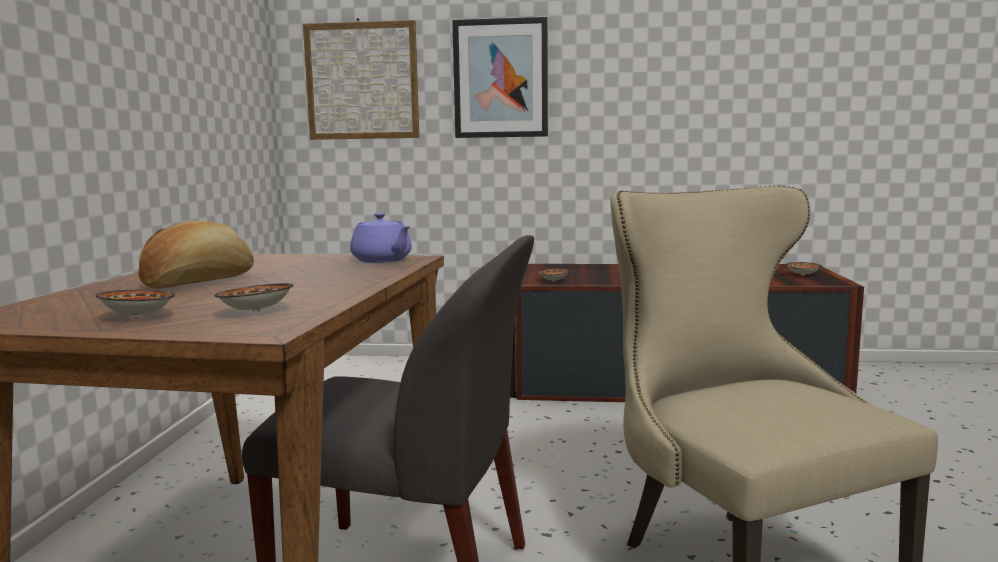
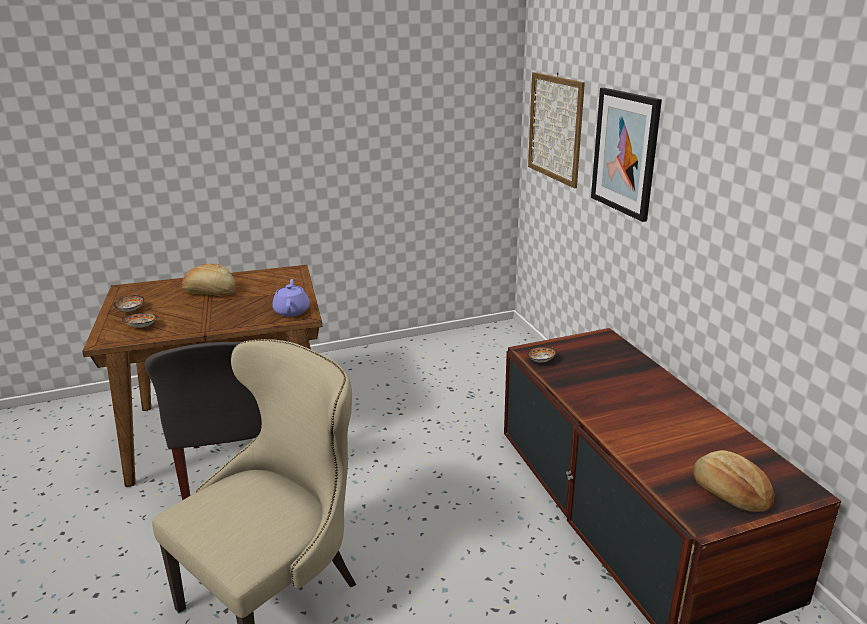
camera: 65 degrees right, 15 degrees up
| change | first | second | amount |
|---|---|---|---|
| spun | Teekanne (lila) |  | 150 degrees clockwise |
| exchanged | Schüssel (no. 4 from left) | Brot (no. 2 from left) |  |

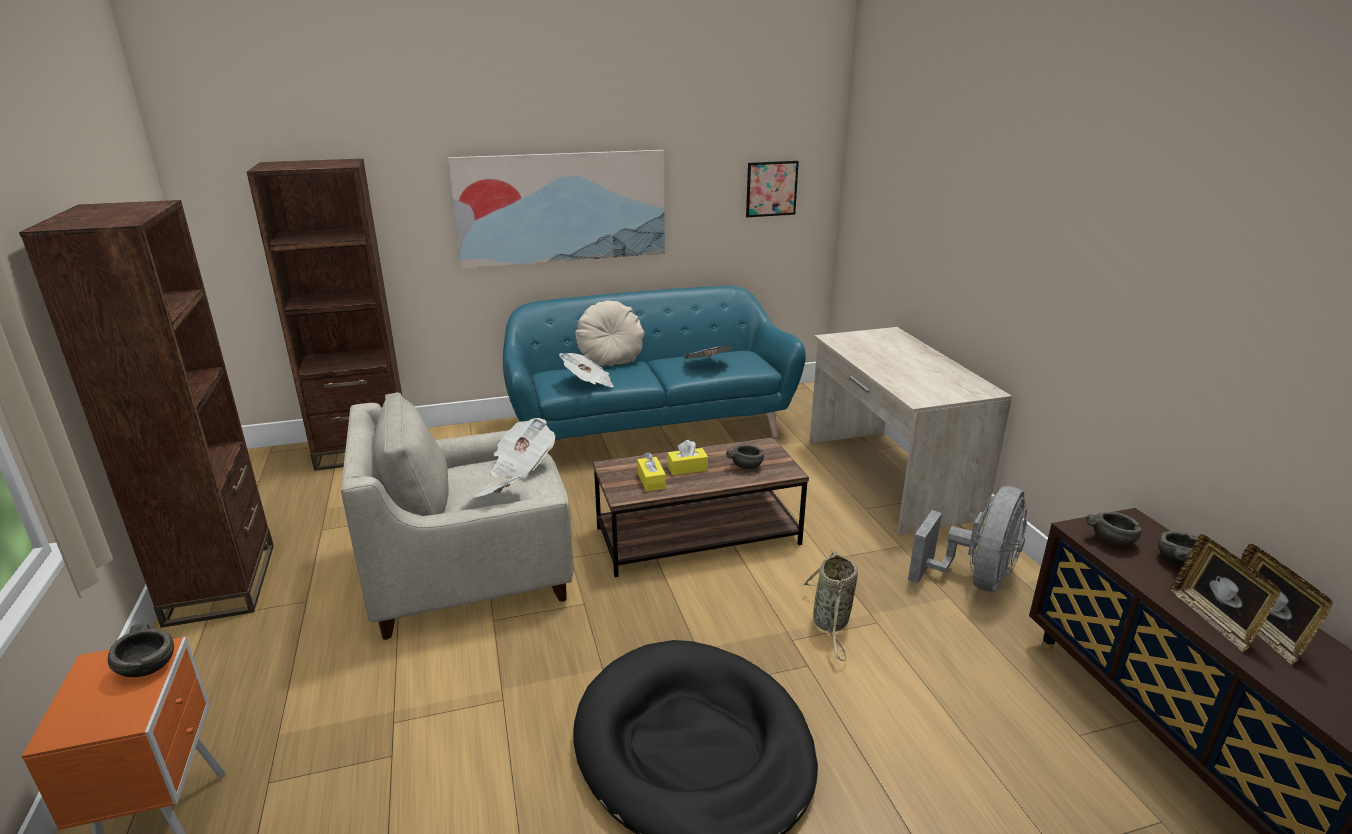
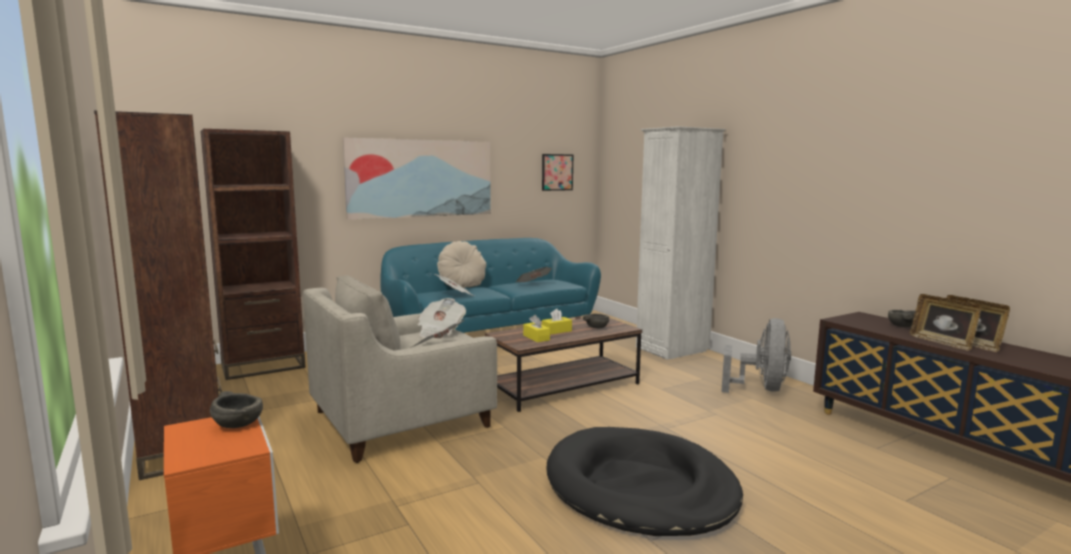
camera: 15 degrees left, 15 degrees down
| change | first | second | amount |
|---|---|---|---|
| exchanged | Schreibtisch (beige) | Schrank (weiß) |  |
| missing | Korb |  |  |
| missing | Schüssel (grau) (no. 3 from left) |  |  |

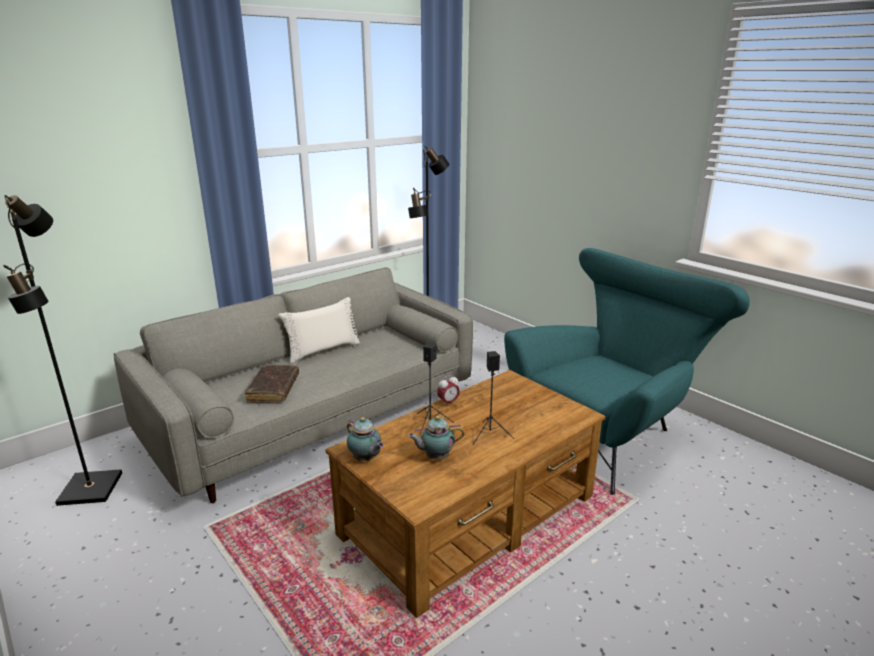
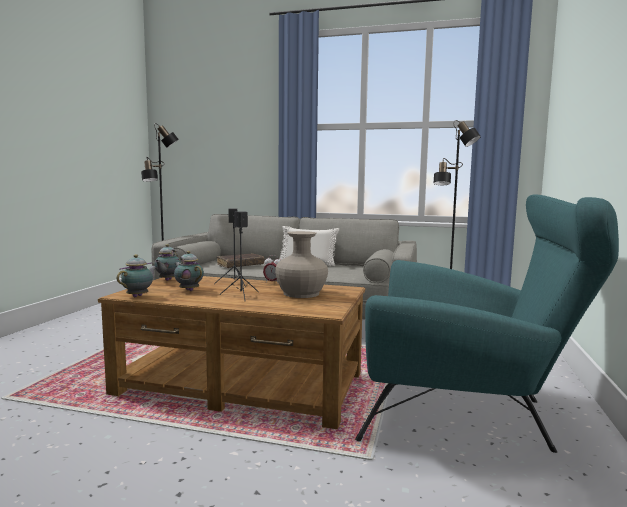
camera: 55 degrees right, 15 degrees down
| change | first | second | amount |
|---|---|---|---|
| appeared |  | Teekanne (no. 1 from left) |  |
| appeared |  | Vase (beige) |  |

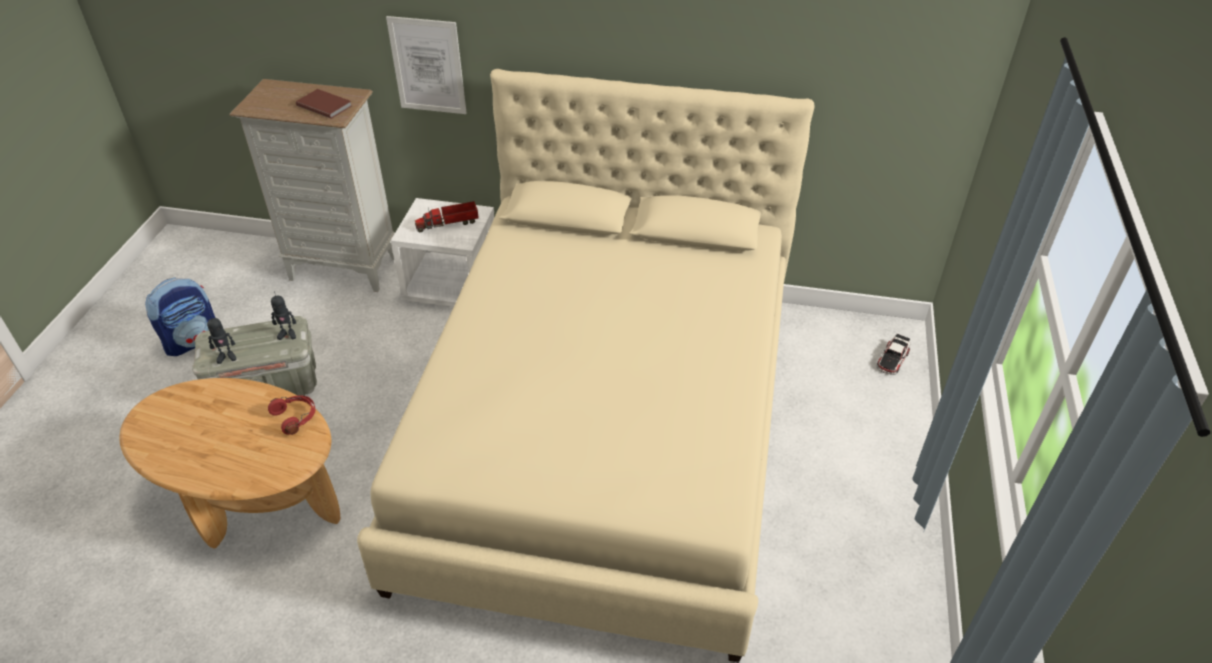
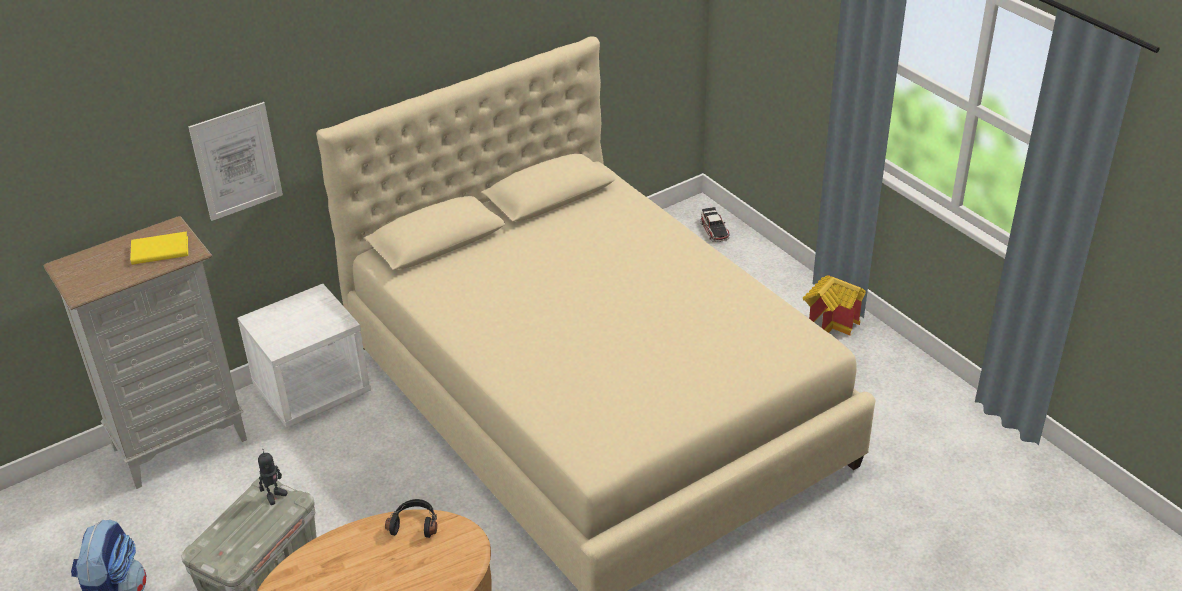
camera: 45 degrees left, 5 degrees down
| change | first | second | amount |
|---|---|---|---|
| colour | Buch (braun) | Buch (gelb) |  |
| colour | Kopfhörer (rot) | Kopfhörer (schwarz) |  |
| appeared |  | Spielzeughaus |  |
| missing | Spielzeugroboter (no. 1 from left) |  |  |
| missing | Spielzeuglaster |  |  |

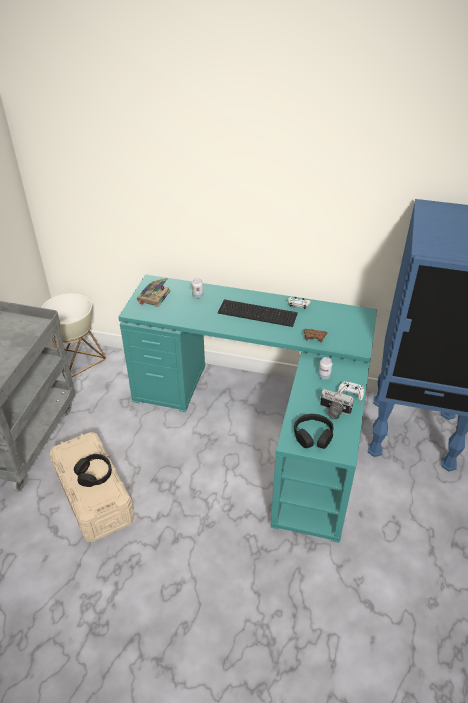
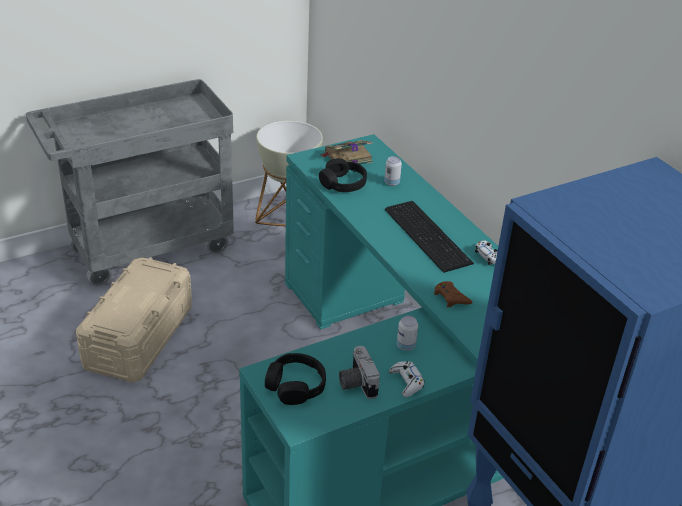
camera: 45 degrees right, 5 degrees down
| change | first | second | amount |
|---|---|---|---|
| relocated | Kopfhörer (schwarz) (no. 1 from left in the first image) | Kopfhörer (schwarz) (no. 2 from left) |  |

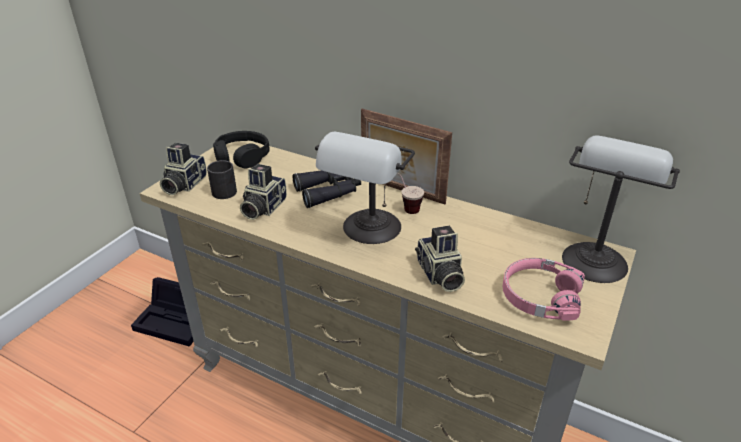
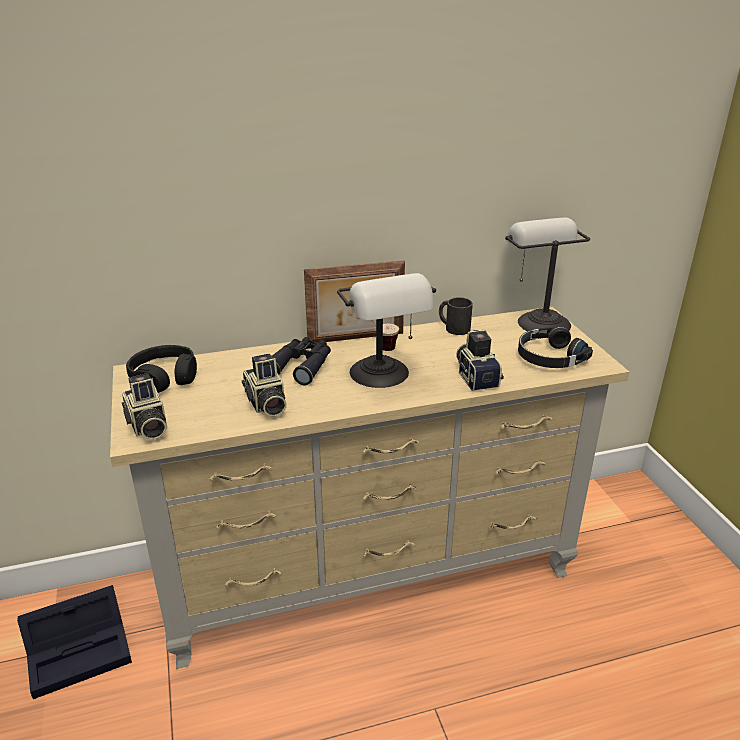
camera: 45 degrees left, 5 degrees down
| change | first | second | amount |
|---|---|---|---|
| relocated | Henkelbecher (schwarz) |  |  |
| spun | Kamera (no. 3 from left) |  | 135 degrees counterclockwise |
| colour | Kopfhörer (rosa) | Kopfhörer (schwarz) (no. 2 from left) |  |

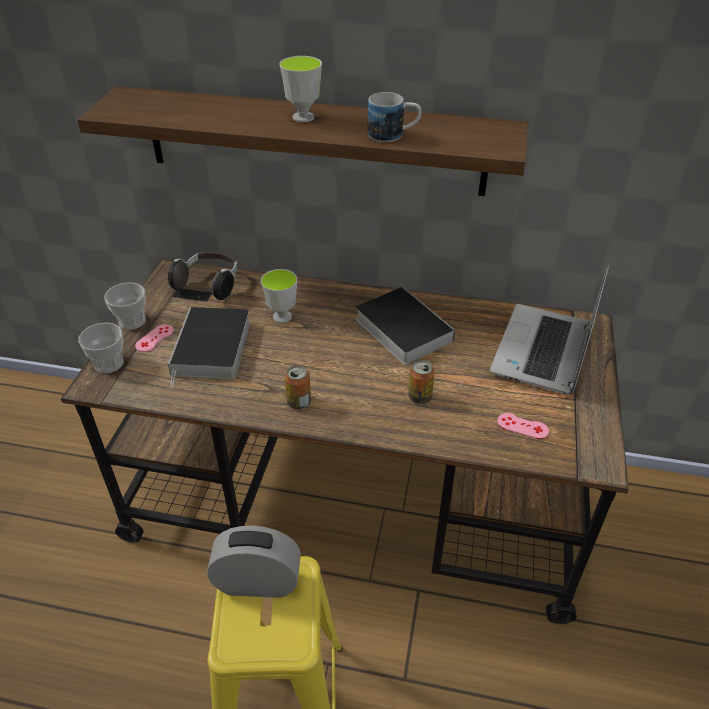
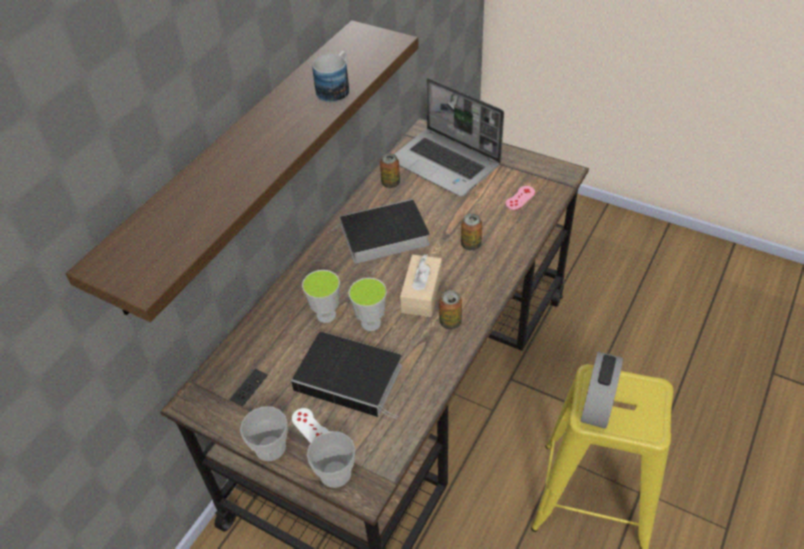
camera: 70 degrees left, 5 degrees up
| change | first | second | amount |
|---|---|---|---|
| colour | Gamepad (rosa) (no. 1 from left) | Gamepad (weiß) |  |
| relocated | Tasse (no. 4 from left) |  |  |
| appeared |  | Dose (no. 1 from left) |  |
| appeared |  | Taschentuchbox (beige) |  |
| missing | Kopfhörer |  |  |

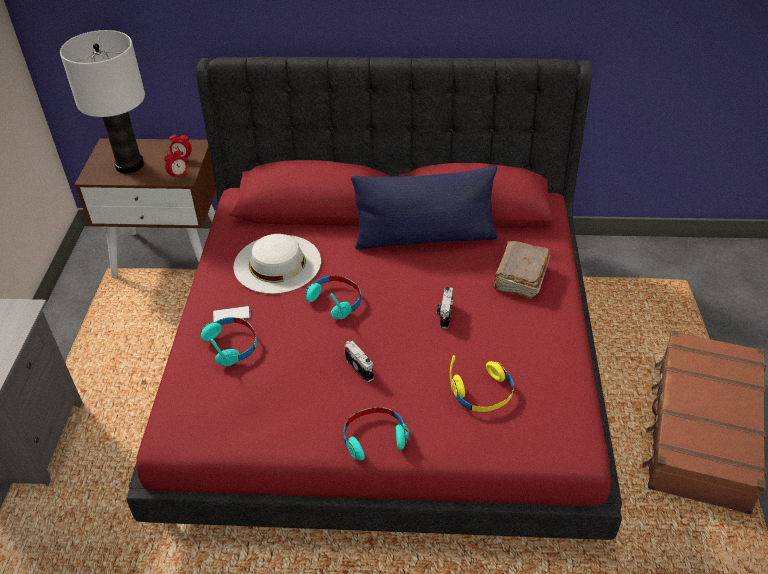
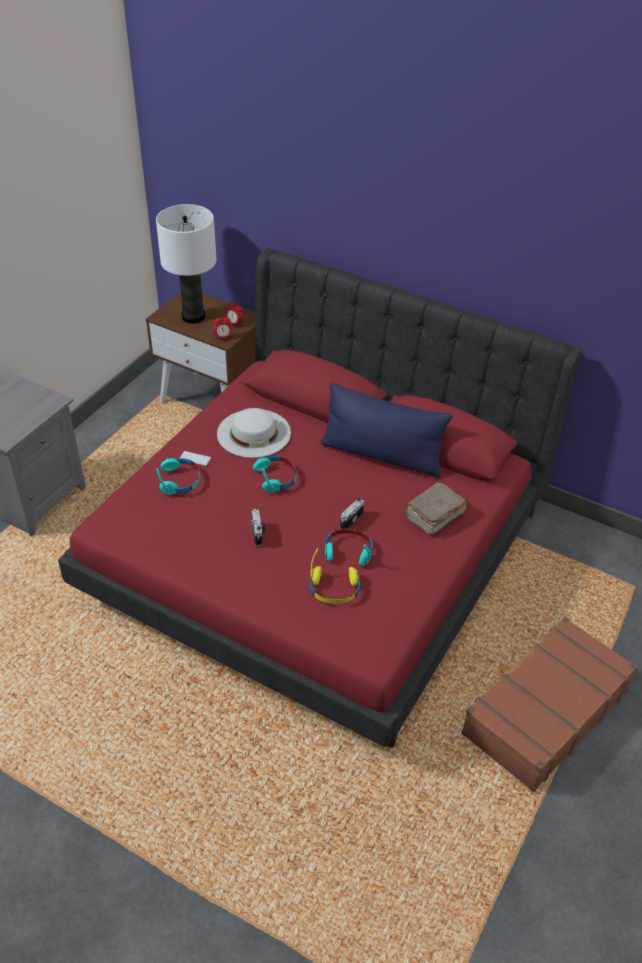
camera: 25 degrees right, 0 degrees up
| change | first | second | amount |
|---|---|---|---|
| relocated | Kopfhörer (türkis) (no. 3 from left) |  |  |

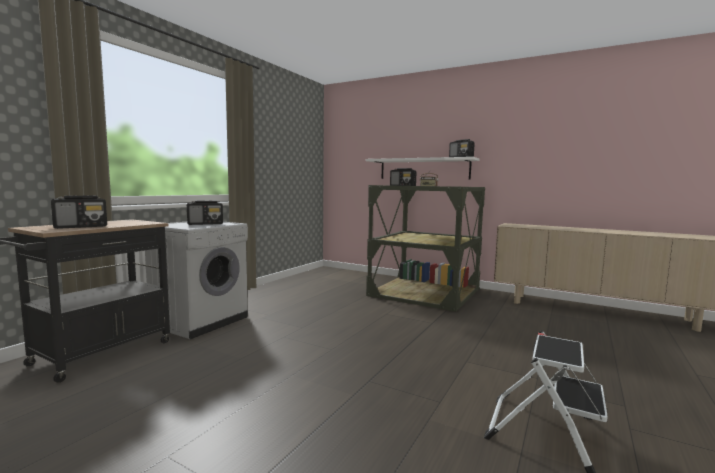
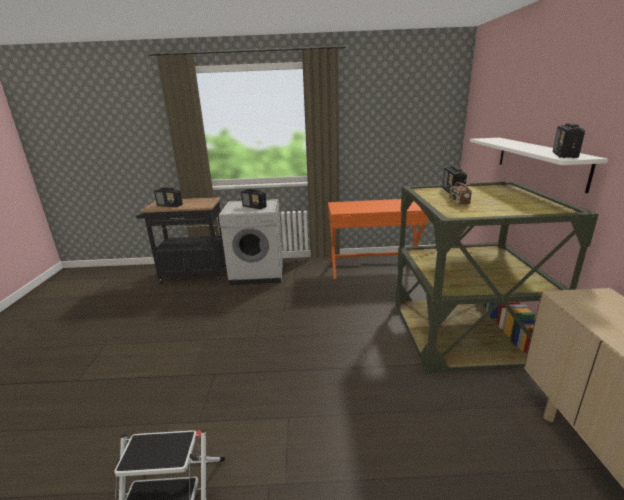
camera: 60 degrees right, 15 degrees up
| change | first | second | amount |
|---|---|---|---|
| appeared |  | Schreibtisch (orange) |  |

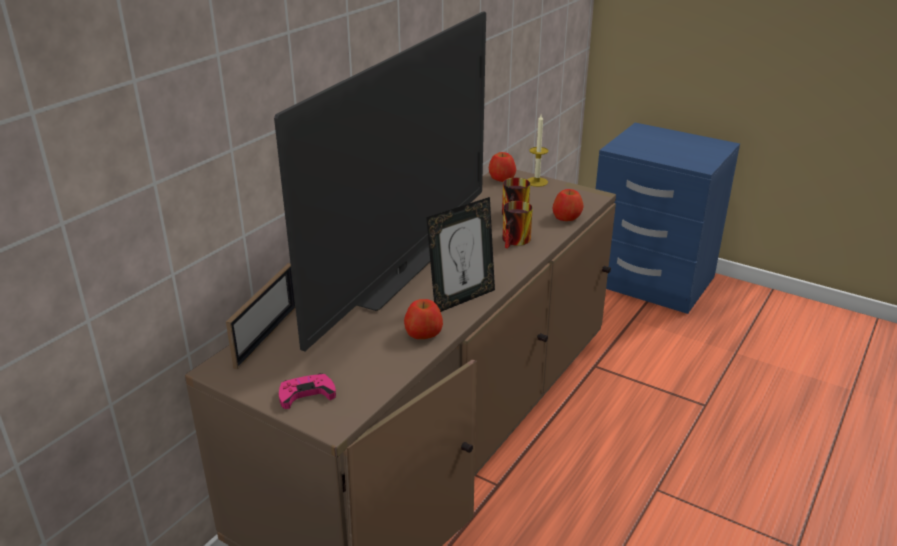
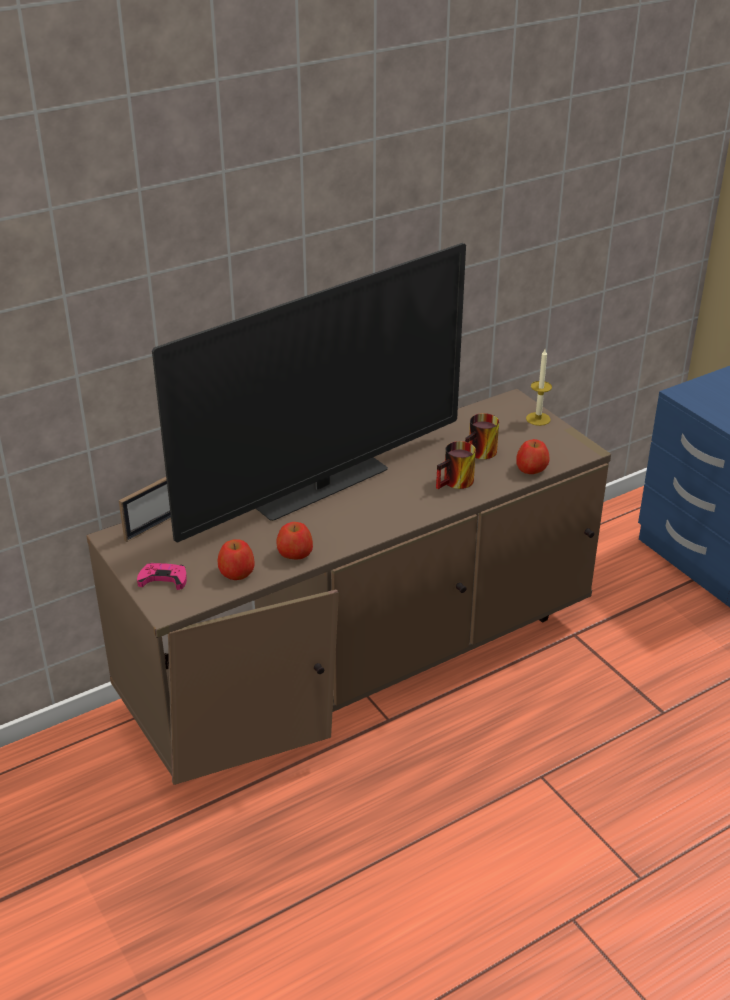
camera: 25 degrees right, 5 degrees up
| change | first | second | amount |
|---|---|---|---|
| relocated | Apfel (no. 2 from left in the first image) | Apfel (no. 1 from left) |  |
| missing | Bilderrahmen (no. 2 from left) |  |  |

